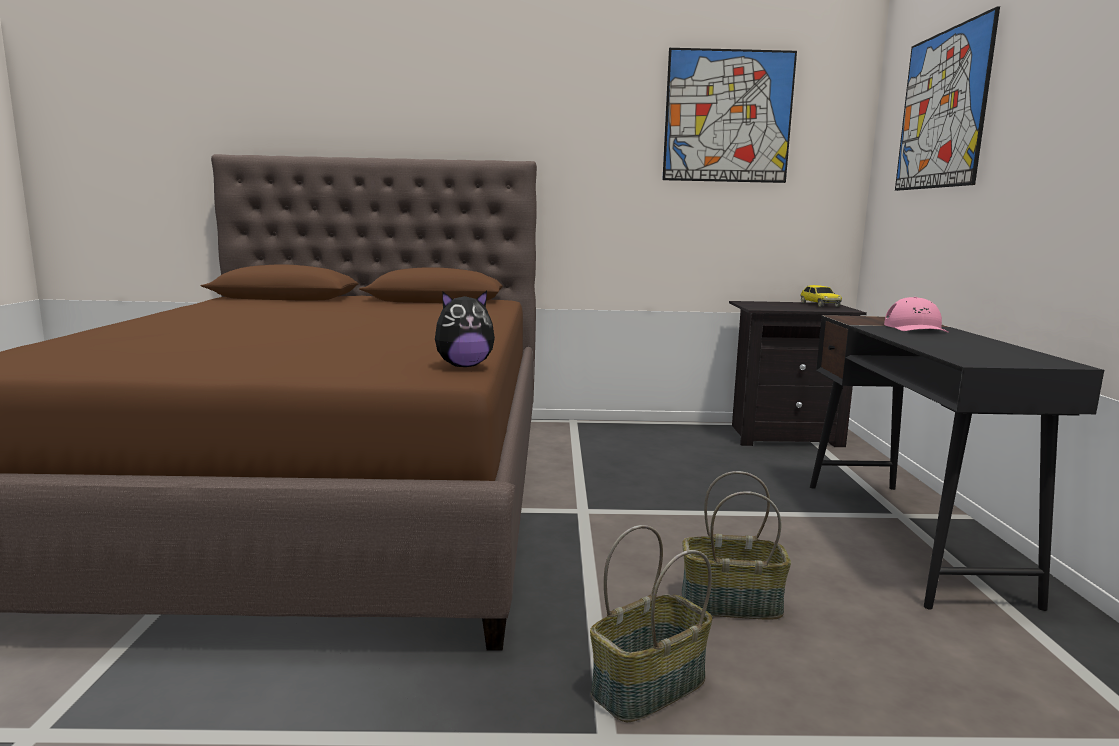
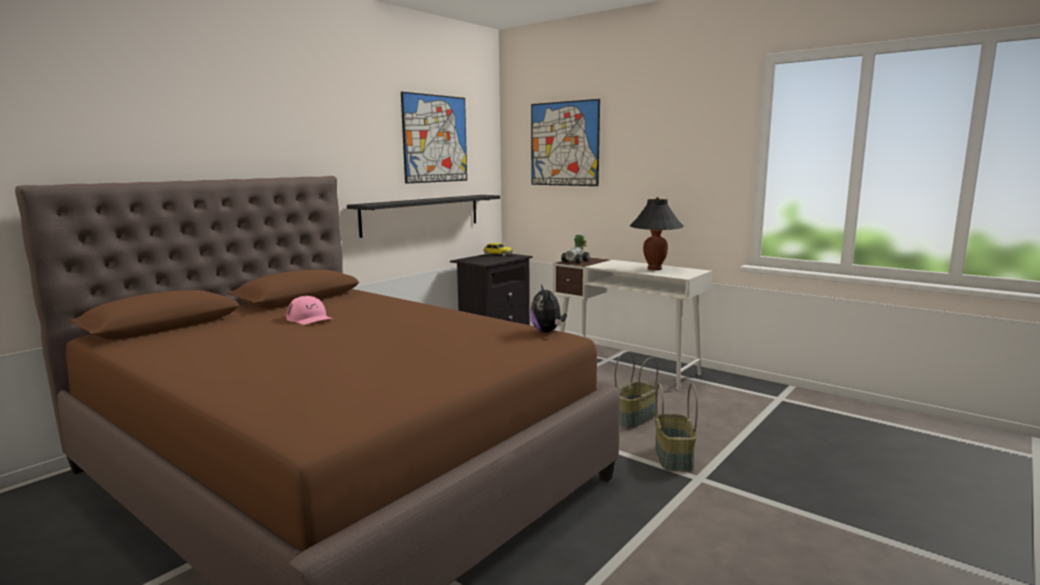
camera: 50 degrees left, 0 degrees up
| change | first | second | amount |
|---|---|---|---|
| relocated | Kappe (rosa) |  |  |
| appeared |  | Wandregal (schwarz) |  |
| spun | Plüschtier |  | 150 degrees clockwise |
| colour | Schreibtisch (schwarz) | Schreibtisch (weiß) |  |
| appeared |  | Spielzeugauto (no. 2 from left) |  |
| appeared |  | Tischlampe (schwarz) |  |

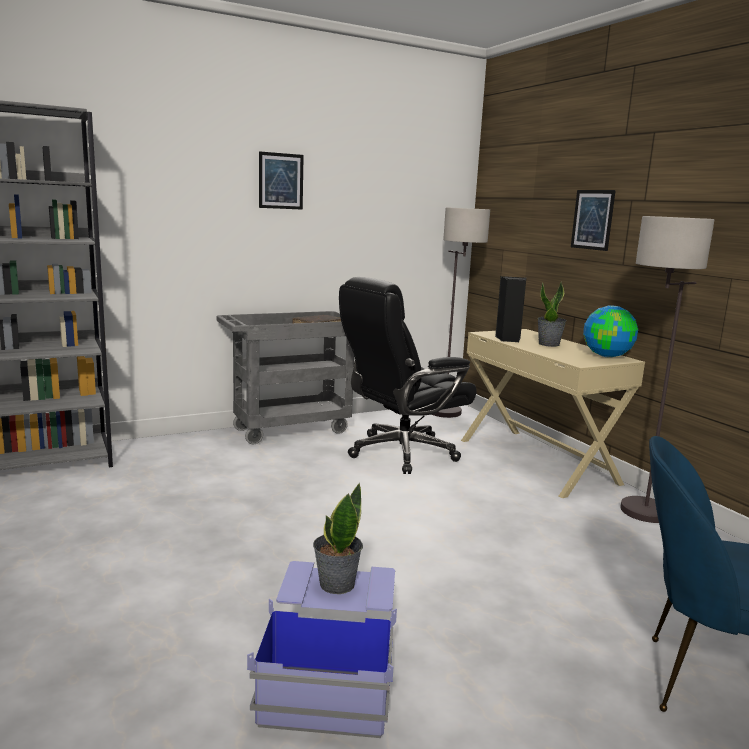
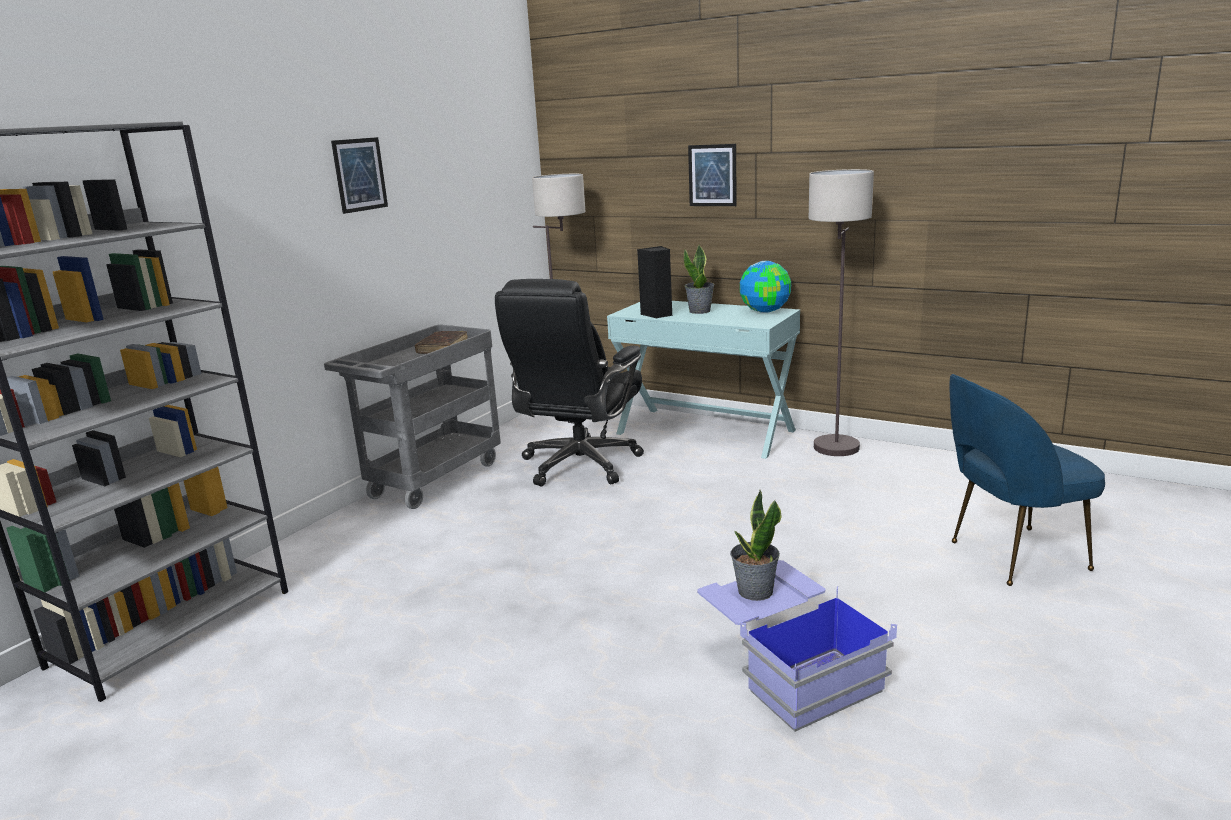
camera: 30 degrees left, 5 degrees up
| change | first | second | amount |
|---|---|---|---|
| colour | Schreibtisch (beige) | Schreibtisch (türkis) |  |

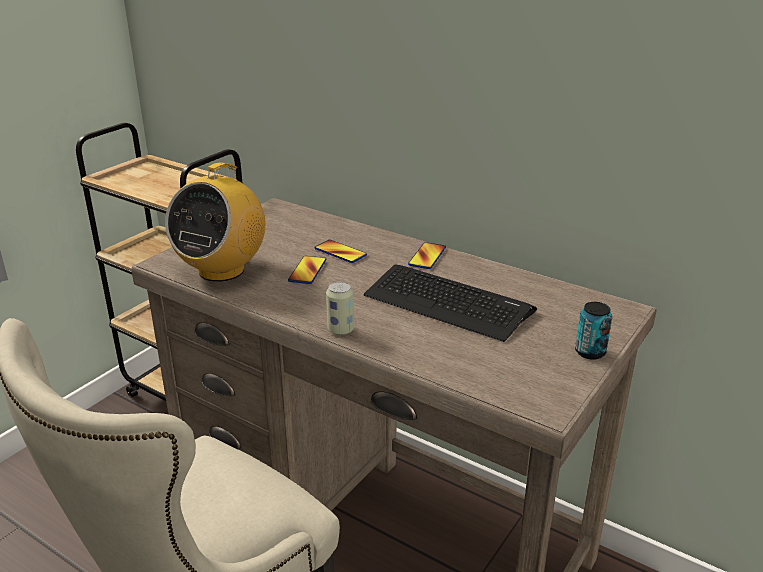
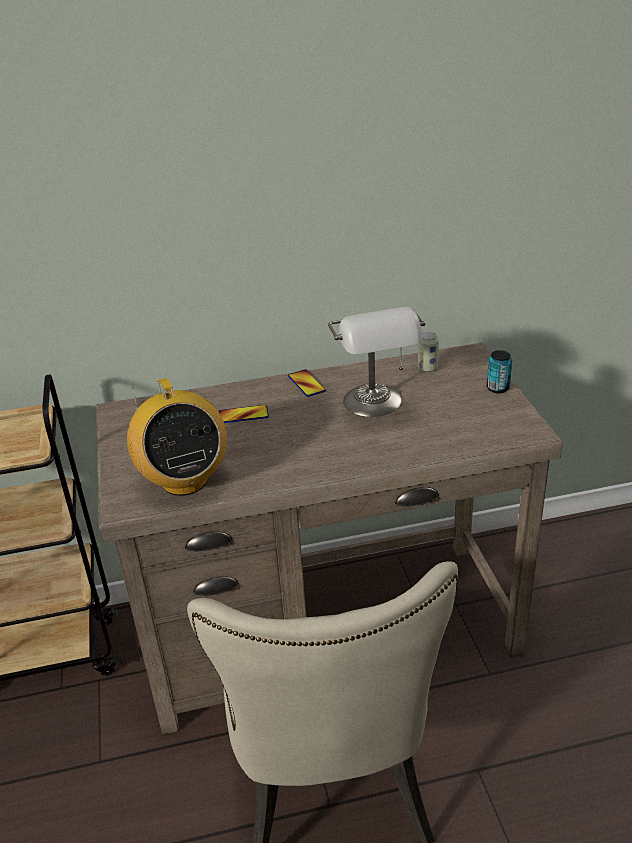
camera: 45 degrees left, 5 degrees up
| change | first | second | amount |
|---|---|---|---|
| exchanged | Tastatur | Tischlampe (weiß) |  |
| relocated | Dose (no. 1 from left) |  |  |
| missing | Handy (no. 1 from left) |  |  |

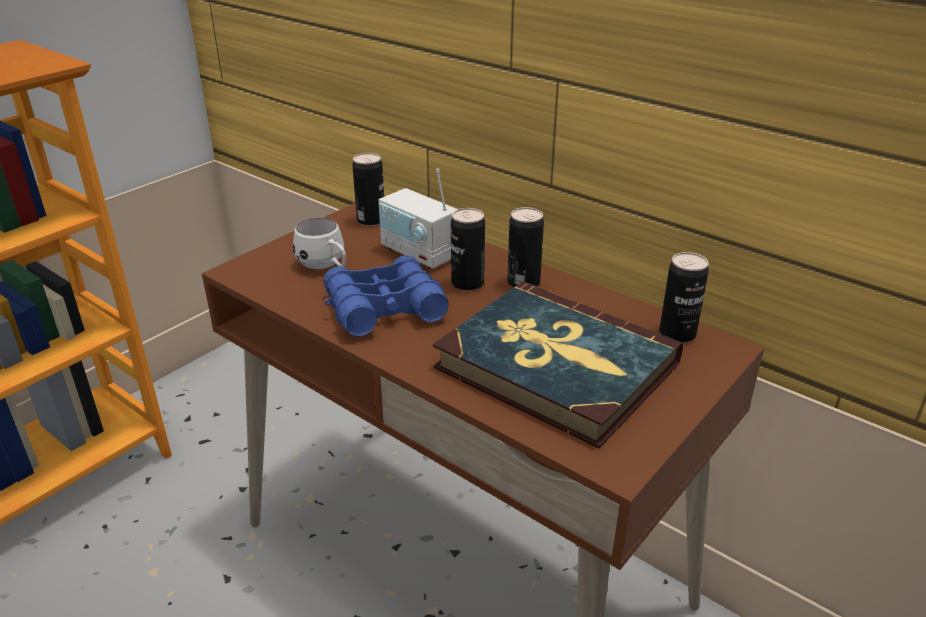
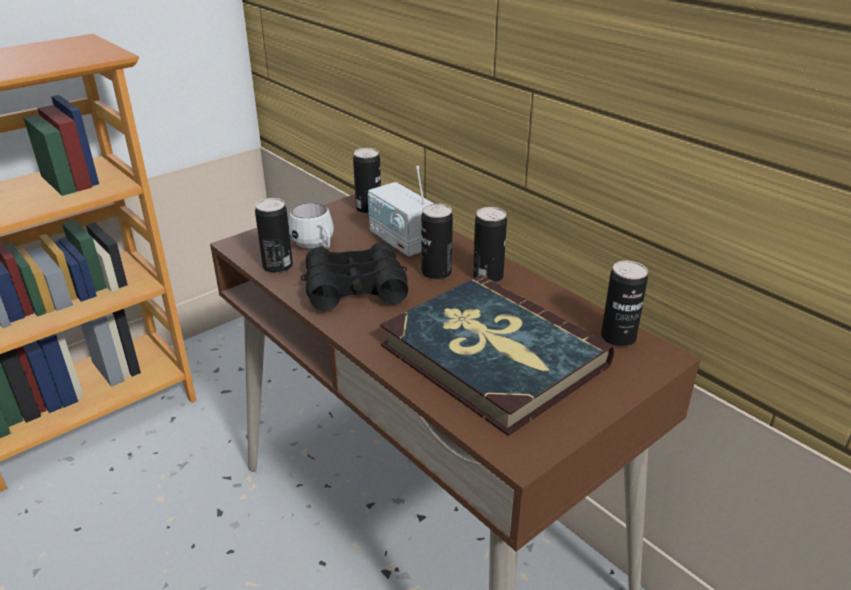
camera: 10 degrees right, 0 degrees up
| change | first | second | amount |
|---|---|---|---|
| appeared |  | Dose (no. 1 from left) |  |
| colour | Fernglas (blau) | Fernglas (schwarz) |  |

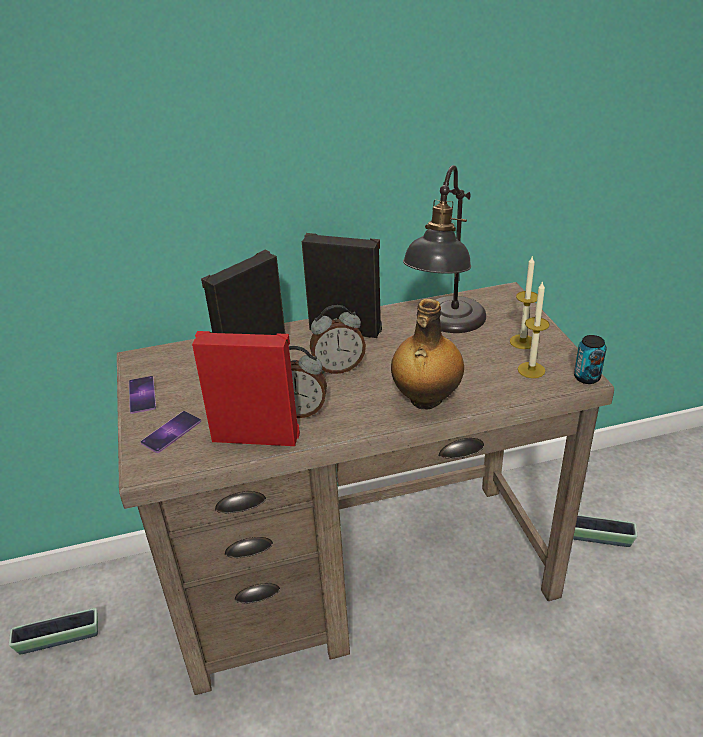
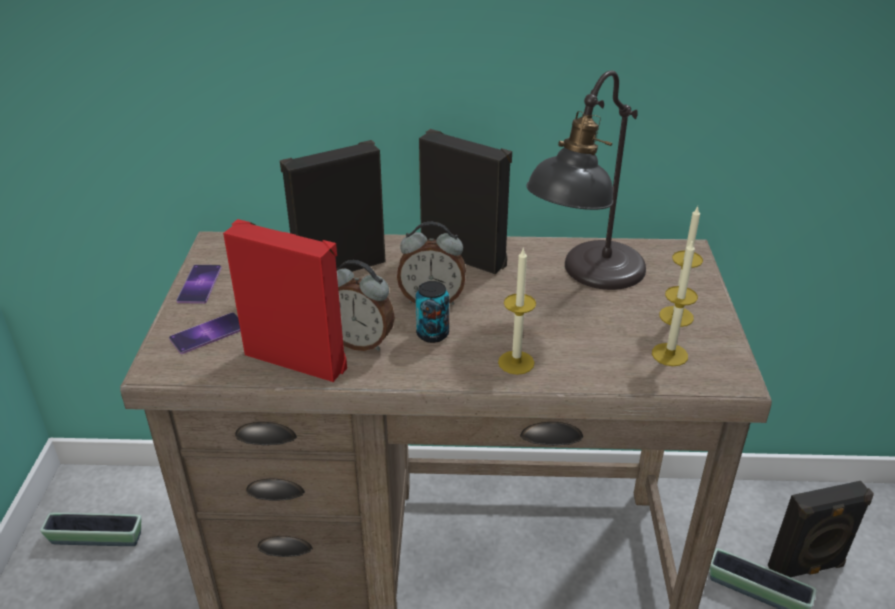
camera: 15 degrees right, 0 degrees up
| change | first | second | amount |
|---|---|---|---|
| relocated | Dose |  |  |
| exchanged | Flasche | Kerze (no. 1 from left) |  |
| appeared |  | Lautsprecher (schwarz) (no. 3 from left) |  |

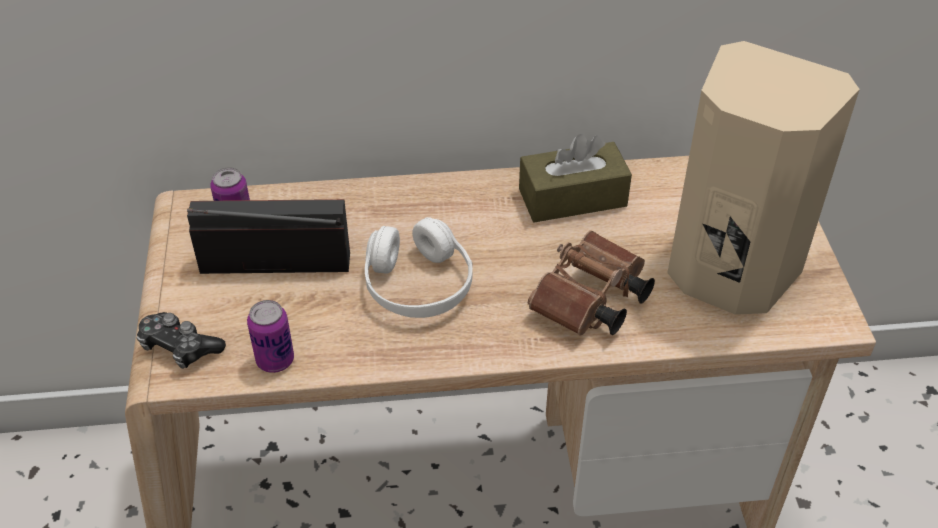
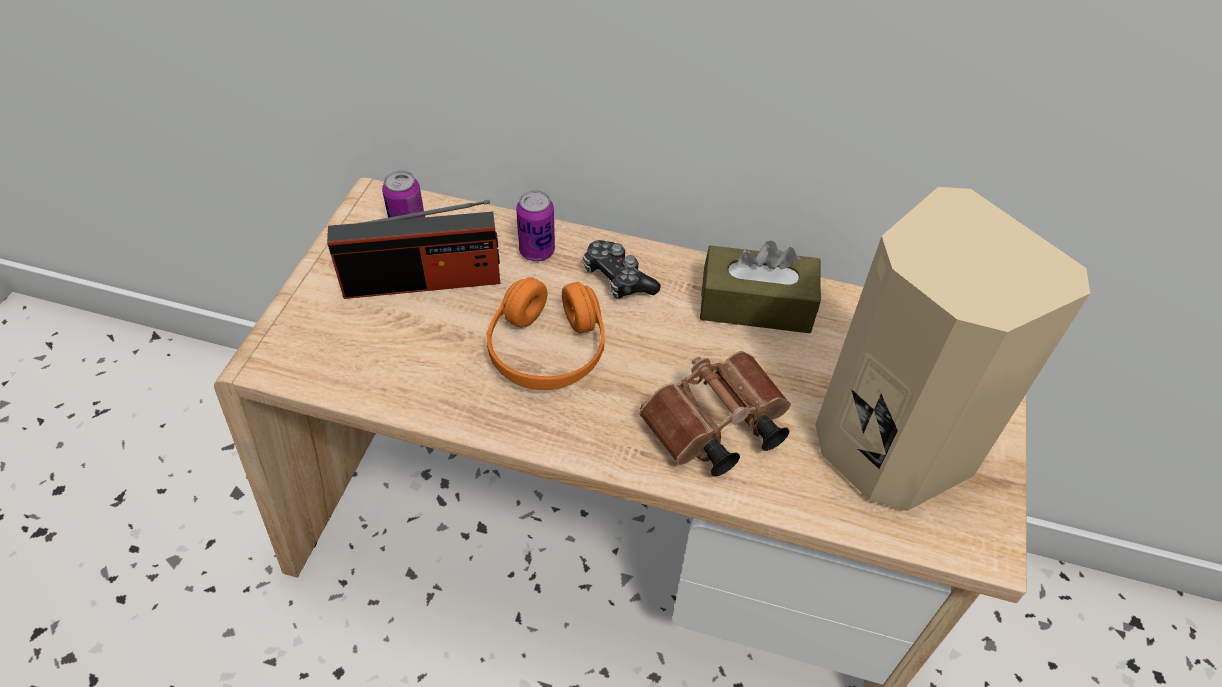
camera: 20 degrees right, 5 degrees up
| change | first | second | amount |
|---|---|---|---|
| spun | Radio |  | 150 degrees clockwise |
| colour | Kopfhörer (weiß) | Kopfhörer (orange) |  |
| relocated | Dose (no. 2 from left) |  |  |
| relocated | Gamepad |  |  |

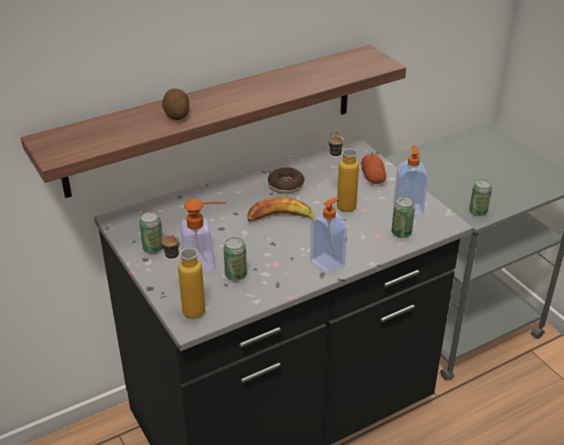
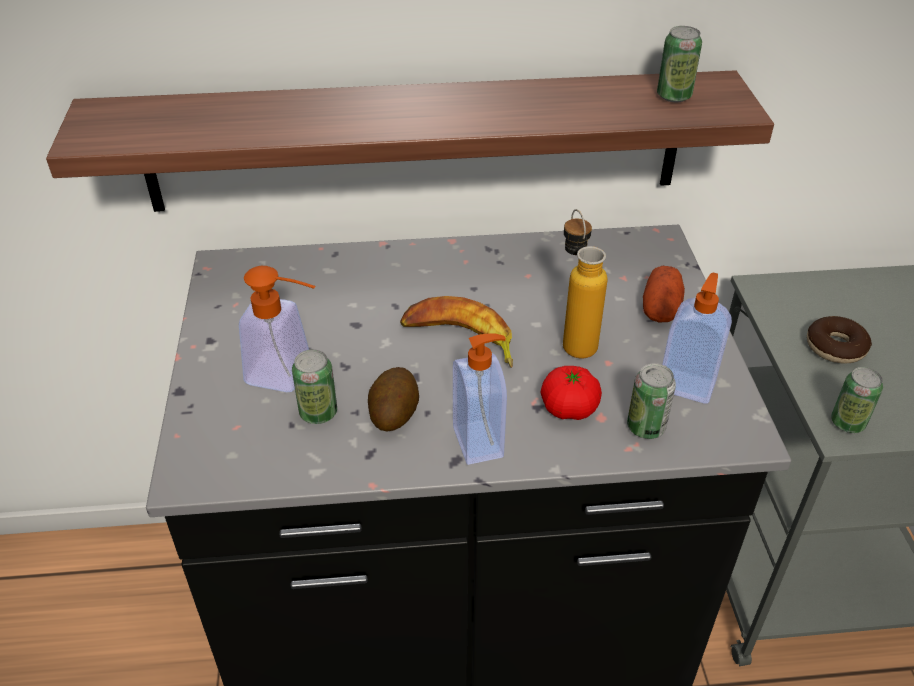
camera: 25 degrees right, 5 degrees up
| change | first | second | amount |
|---|---|---|---|
| relocated | Kartoffel (no. 1 from left) |  |  |
| appeared |  | Tomate |  |
| relocated | Dose (no. 1 from left in the first image) | Dose (no. 3 from left) |  |
| relocated | Donut |  |  |
| missing | Flasche (no. 1 from left) |  |  |

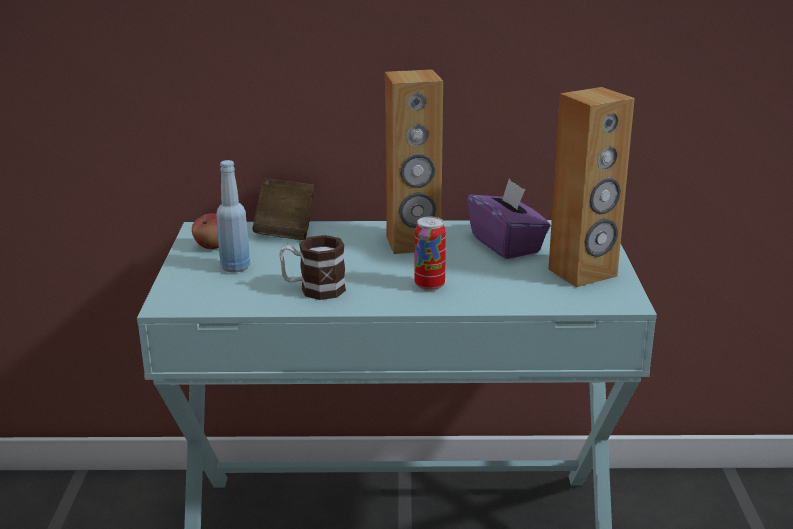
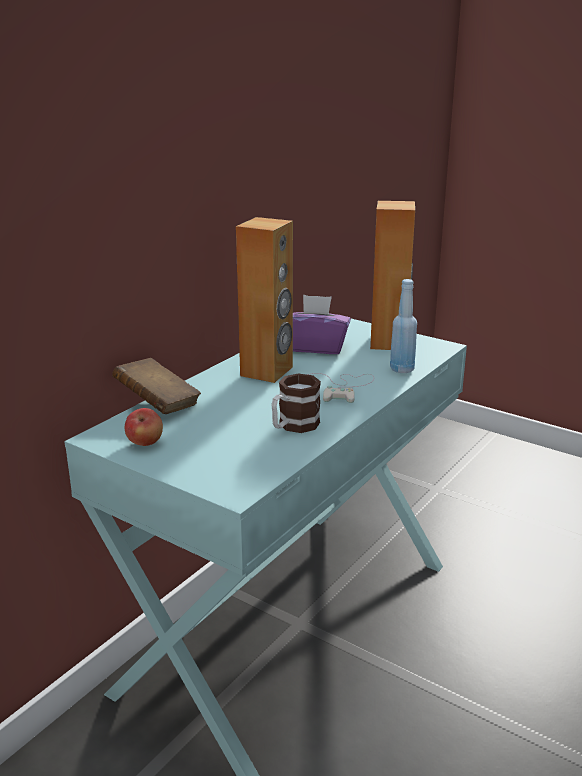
camera: 55 degrees left, 0 degrees up
| change | first | second | amount |
|---|---|---|---|
| exchanged | Dose | Gamepad (weiß) |  |
| relocated | Flasche (blau) |  |  |

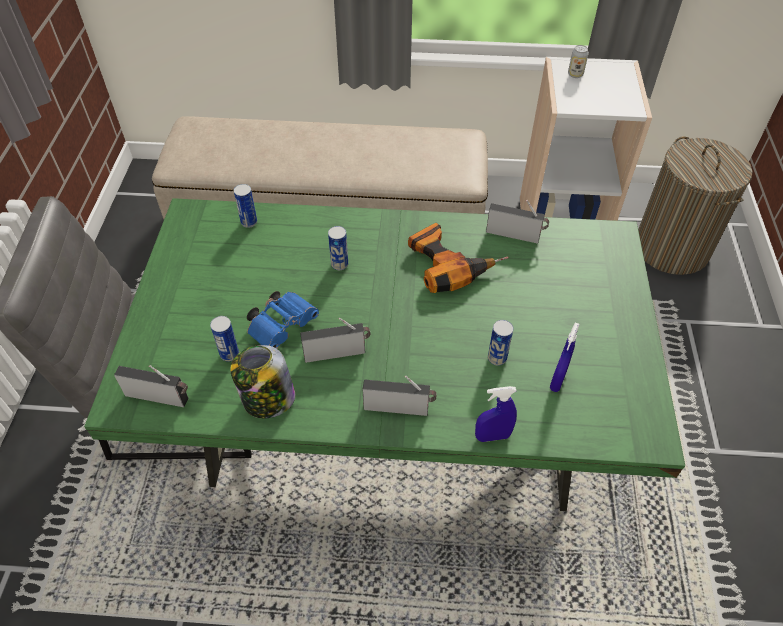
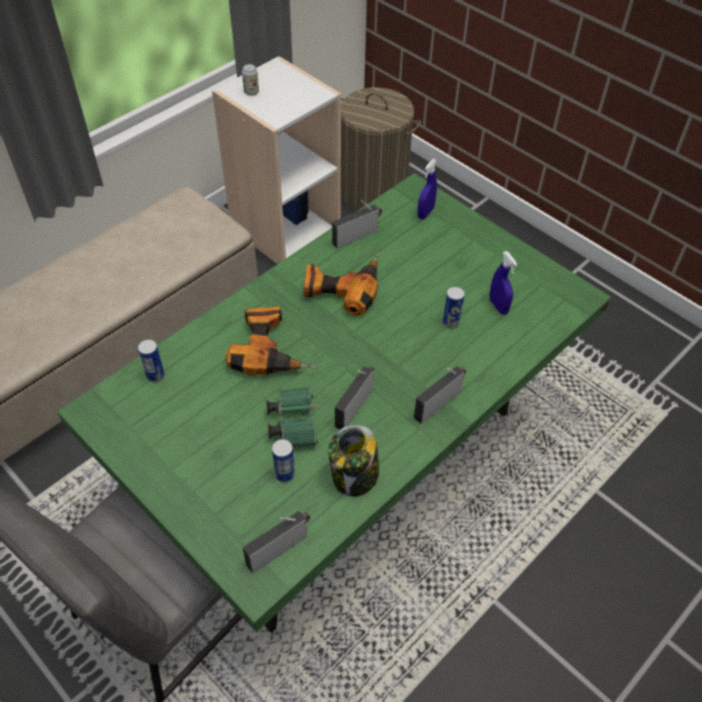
camera: 50 degrees left, 0 degrees up
| change | first | second | amount |
|---|---|---|---|
| exchanged | Dose (no. 3 from left) | Bohrmaschine (no. 1 from left) |  |
| colour | Fernglas (blau) | Fernglas (grün) |  |
| relocated | Sprühflasche (blau) (no. 1 from left) |  |  |

